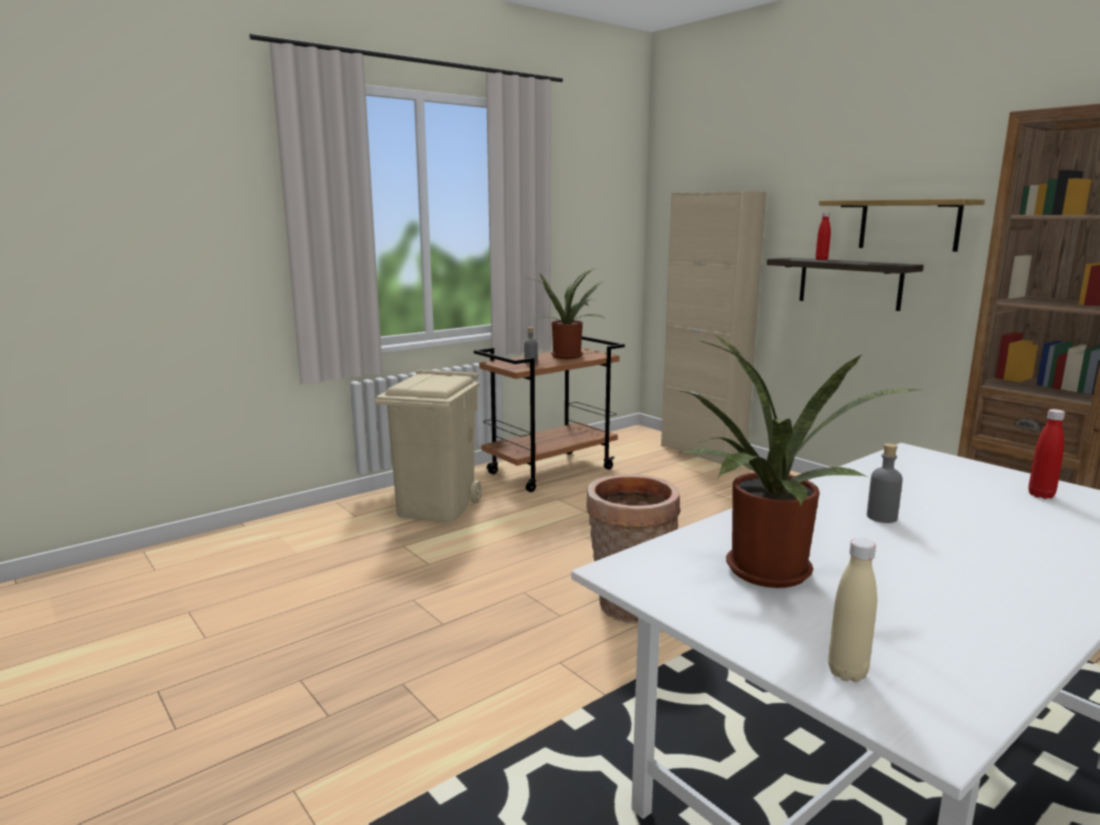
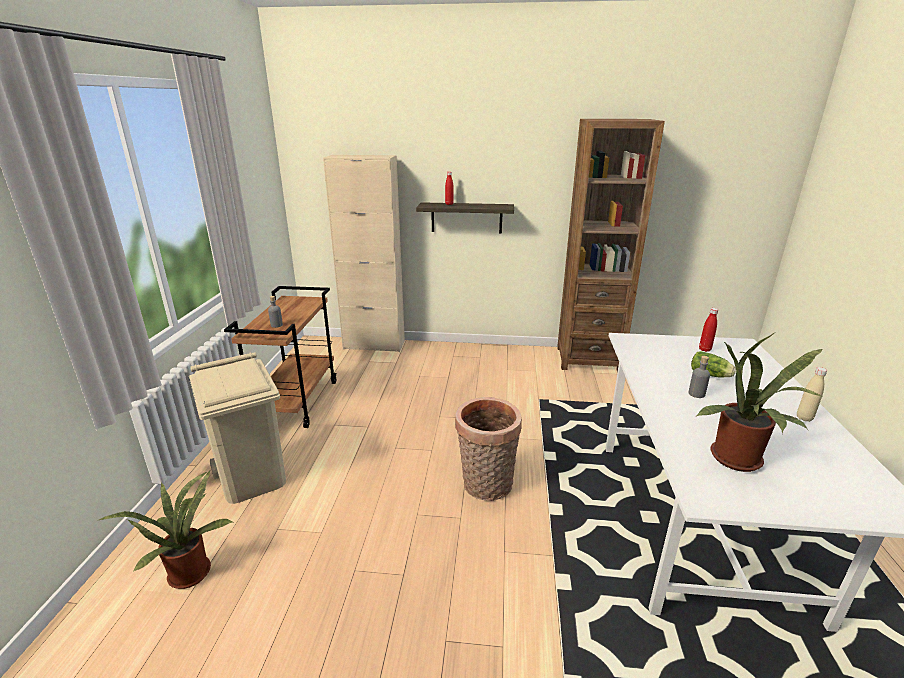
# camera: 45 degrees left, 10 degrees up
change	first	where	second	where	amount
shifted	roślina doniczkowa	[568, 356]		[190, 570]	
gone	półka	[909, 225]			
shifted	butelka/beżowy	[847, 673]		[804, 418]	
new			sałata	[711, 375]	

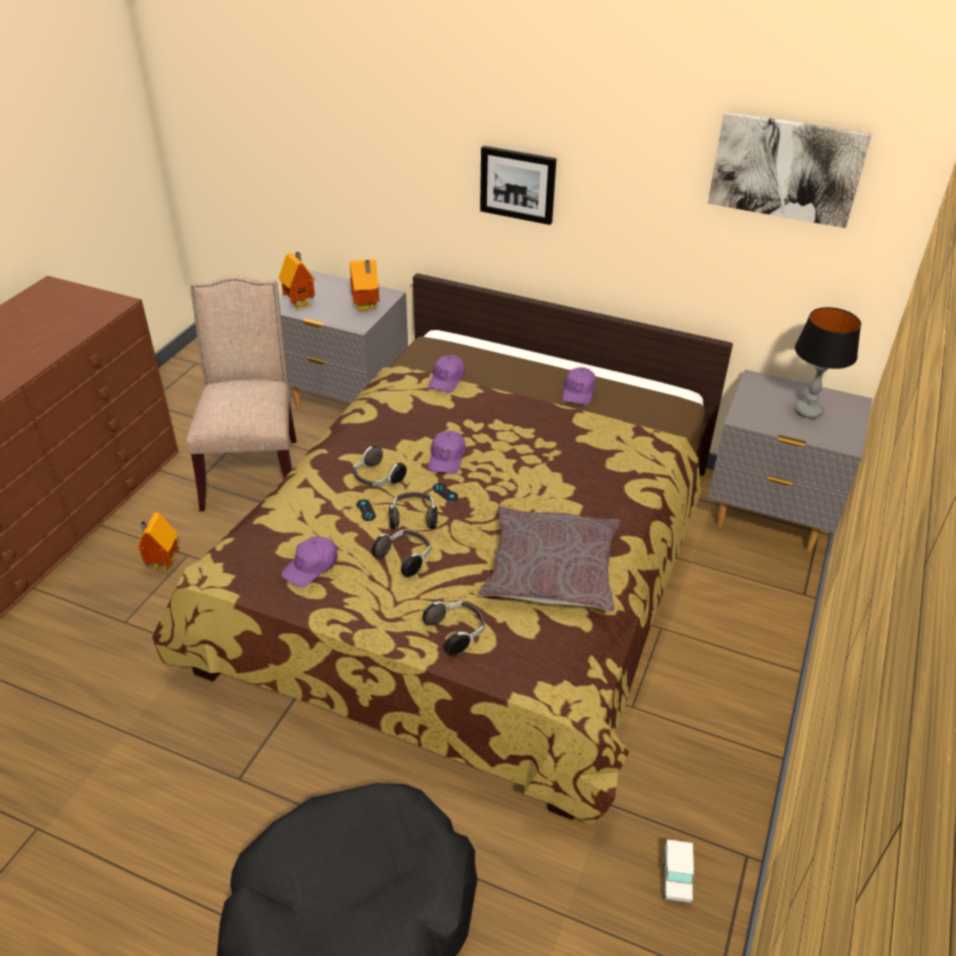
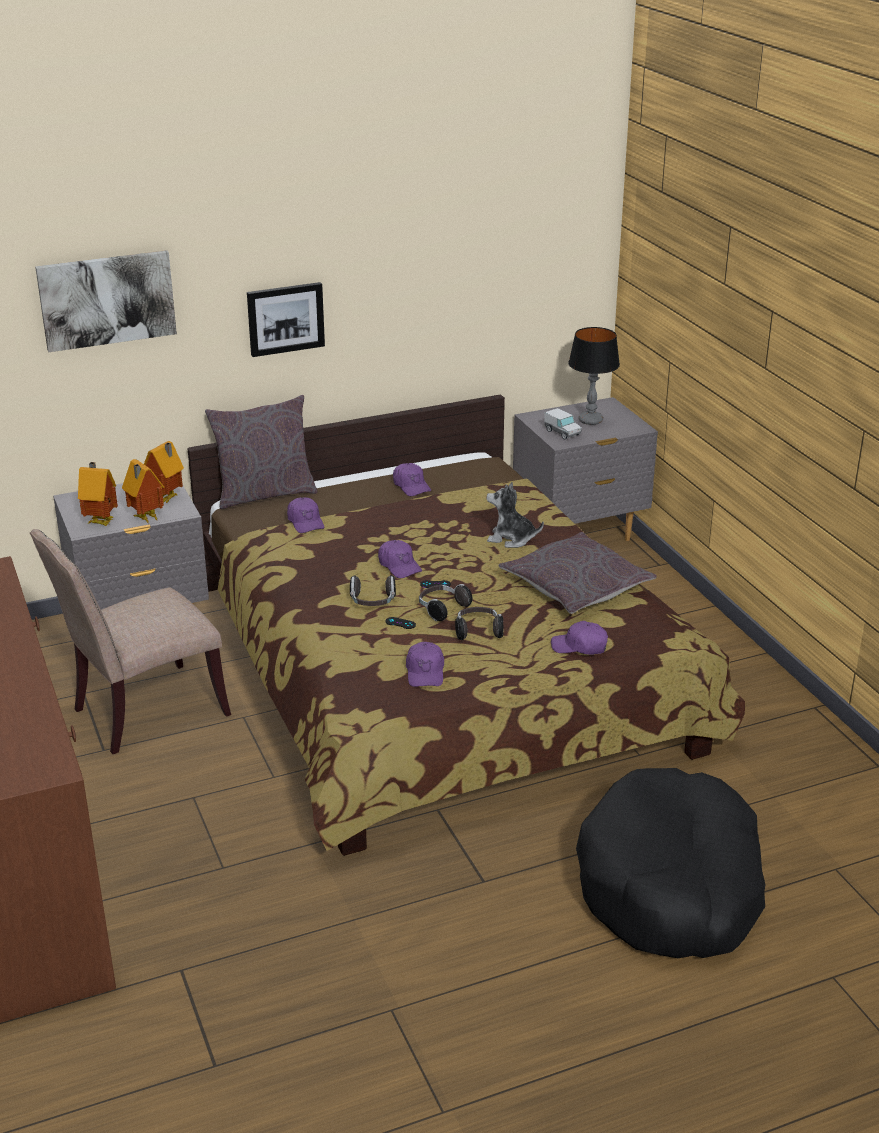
# camera: 45 degrees left, 10 degrees down
change	first	where	second	where	amount
shifted	domek	[162, 565]		[145, 518]	
rotated	krzesło/beżowy	[254, 470]		[144, 713]	75 degrees counterclockwise
swapped	słuchawki	[457, 632]	czapka z daszkiem/fioletowy	[579, 647]	
shifted	ciężarówka zabawkowa	[676, 879]		[562, 433]	
shifted	obraz	[786, 168]		[107, 300]	
new			poduszka/szary	[264, 494]	
new			pluszak	[511, 539]	

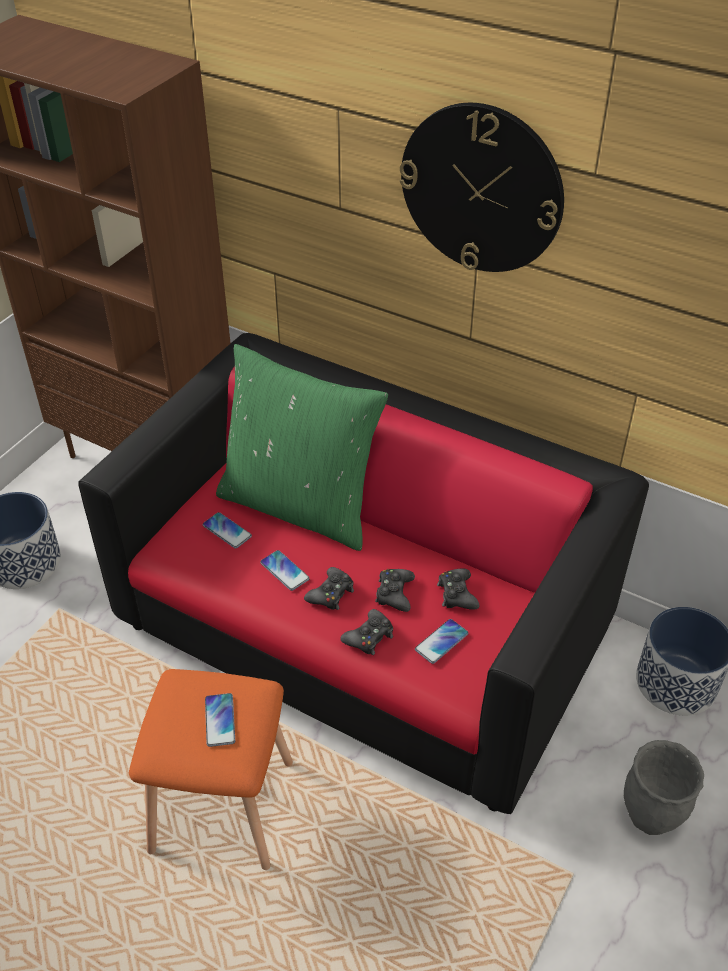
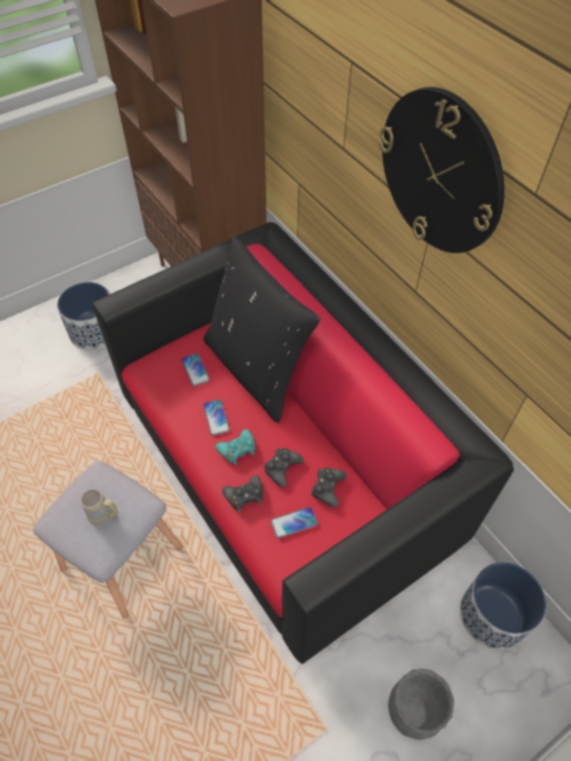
# camera: 25 degrees right, 10 degrees up
change	first	where	second	where	amount
repainted	stołek/pomarańczowy	[225, 805]	stołek/szary	[124, 558]	
swapped	telefon	[220, 720]	kubek/beżowy	[105, 517]	
repainted	poduszka/zielony	[300, 505]	poduszka/czarny	[256, 369]	
repainted	pad do gier/czarny	[331, 594]	pad do gier/turkusowy	[237, 449]	

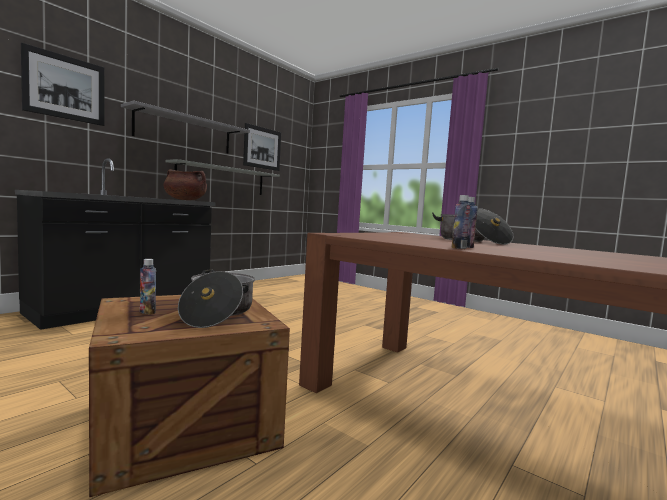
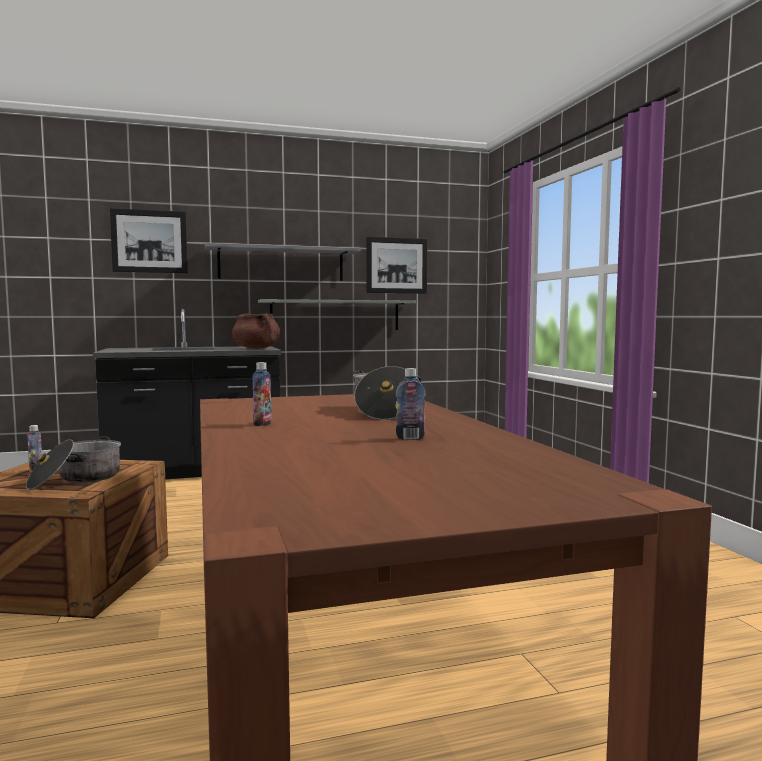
# camera: 35 degrees right, 0 degrees up
change	first	where	second	where	amount
shifted	butelka	[459, 248]		[410, 438]	

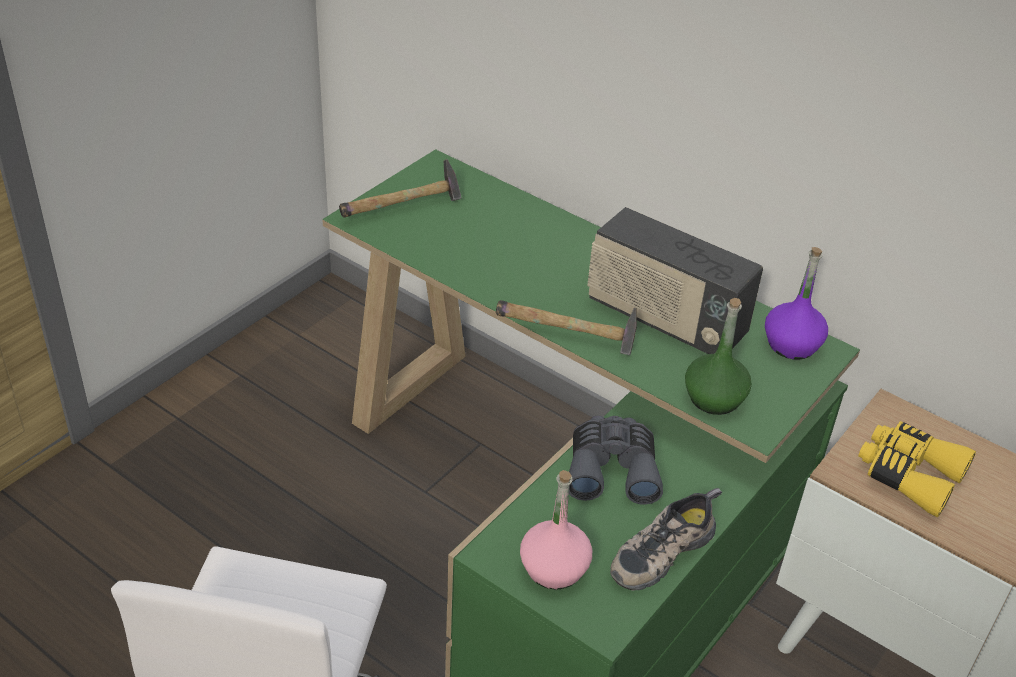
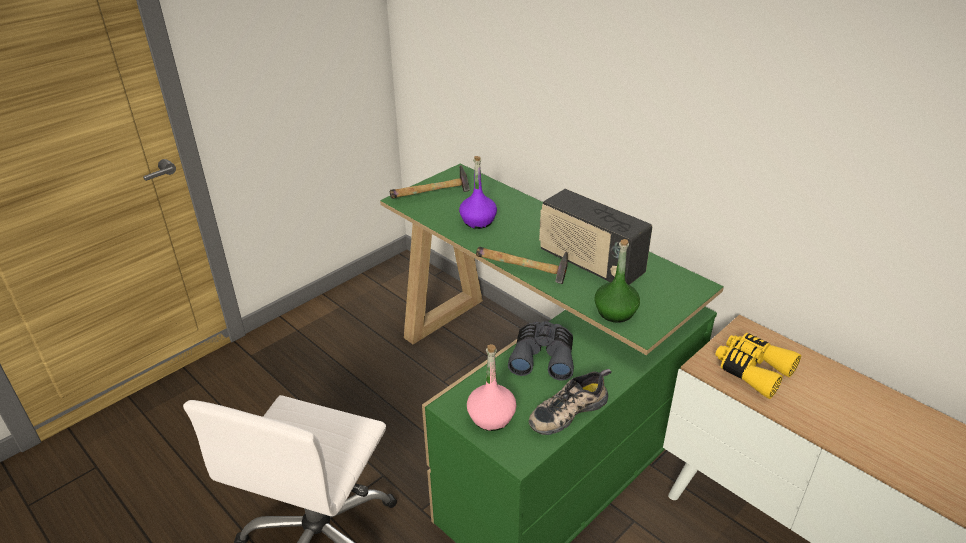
# camera: 10 degrees right, 5 degrees down
change	first	where	second	where	amount
shifted	butelka/fioletowy	[791, 344]		[478, 221]	

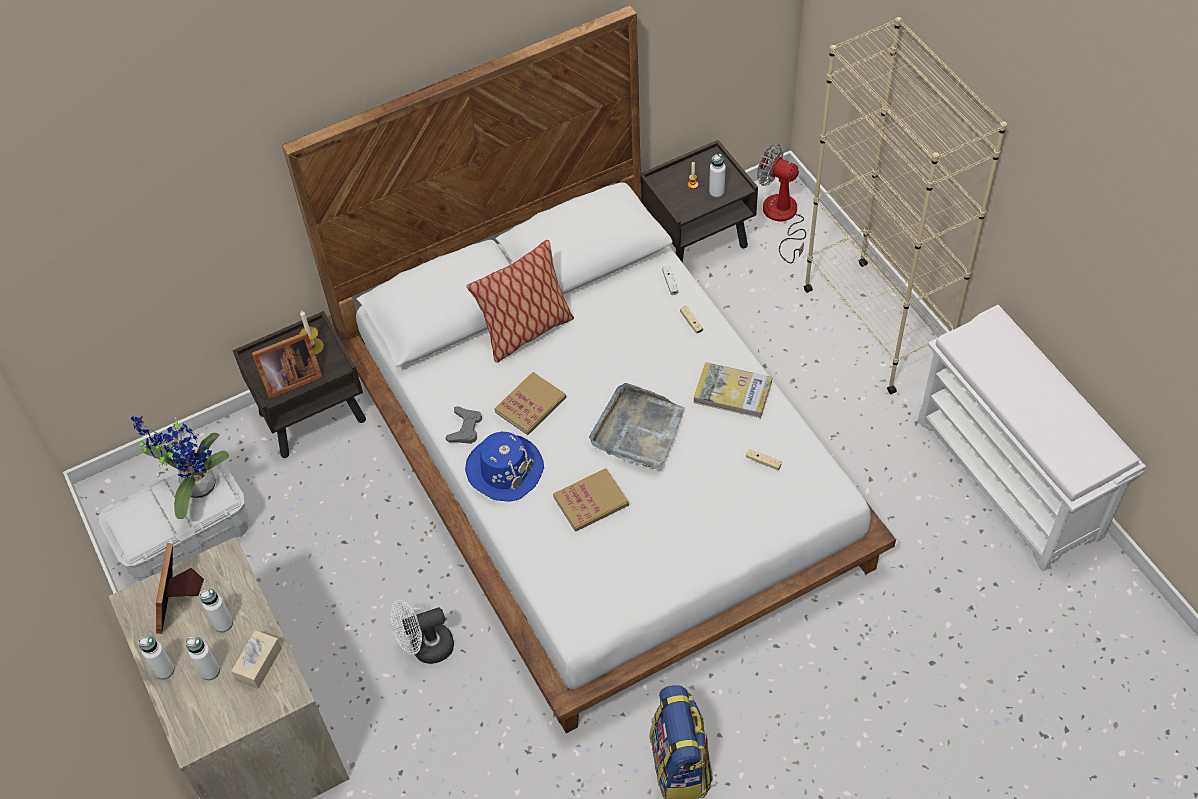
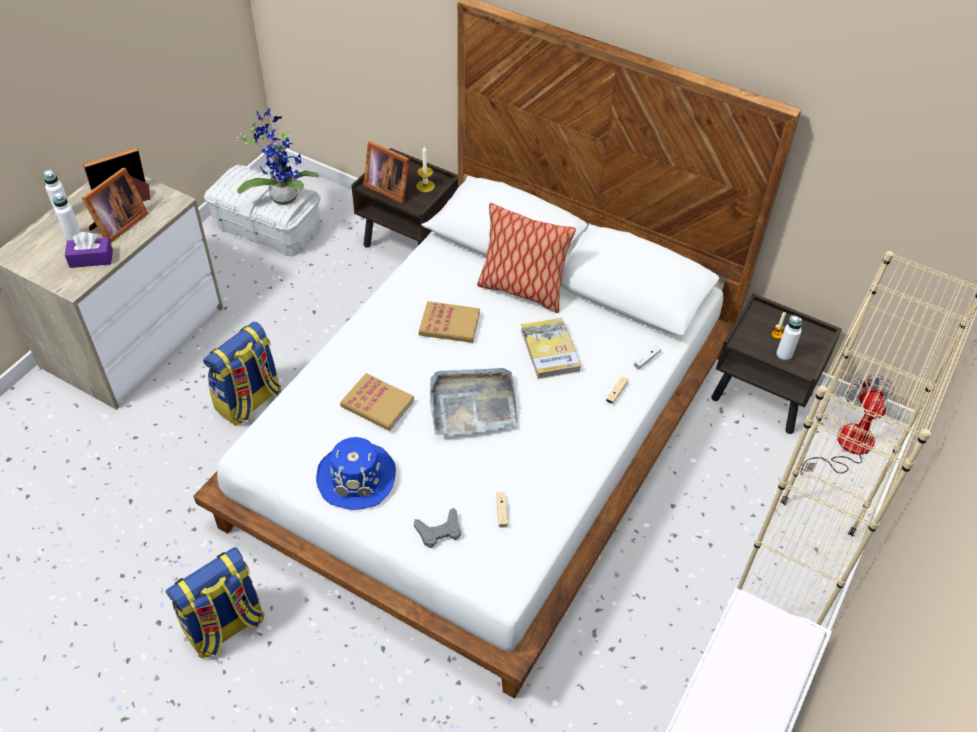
# camera: 55 degrees right, 5 degrees down
change	first	where	second	where	amount
swapped	butelka/biały	[223, 623]	ramka na zdjęcie	[117, 226]	
repainted	pudełko chusteczek/beżowy	[259, 664]	pudełko chusteczek/fioletowy	[91, 259]	
swapped	wentylator/biały	[425, 648]	plecak	[249, 402]	
shifted	pad do gier/szary	[465, 428]		[439, 531]	
shifted	kapelusz/niebieski	[504, 469]		[357, 477]	
shifted	książka	[732, 392]		[549, 350]	

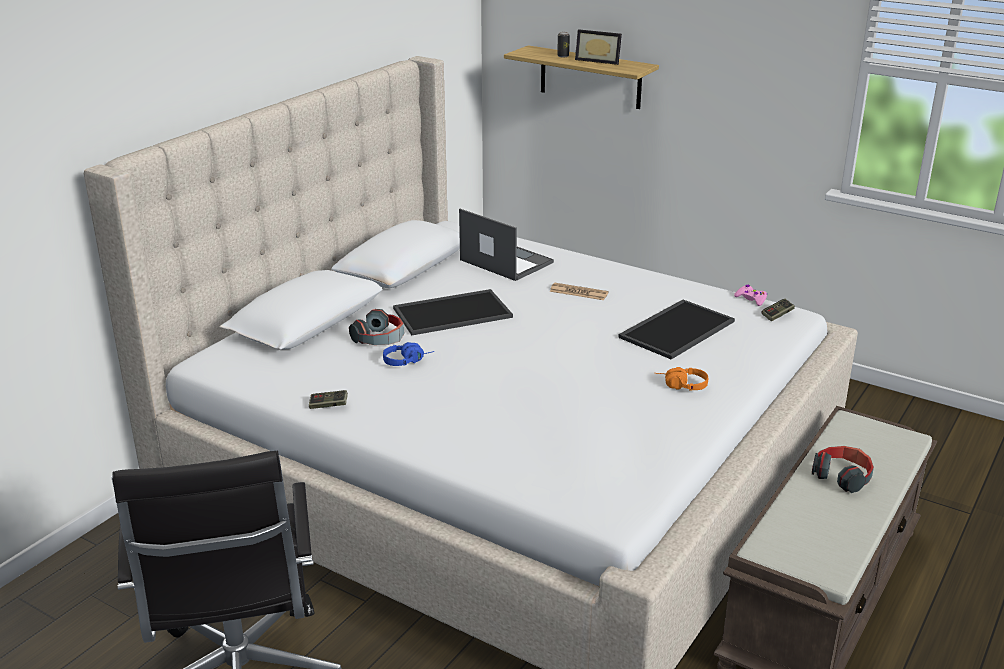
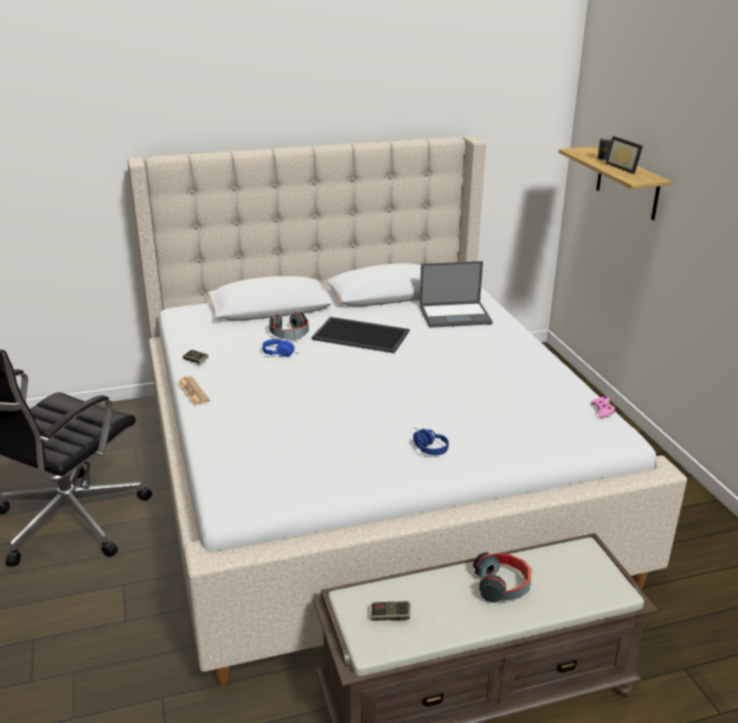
# camera: 40 degrees right, 0 degrees up
change	first	where	second	where	amount
rotated	laptop	[505, 261]		[455, 315]	90 degrees clockwise
shifted	gazeta	[578, 292]		[193, 392]	
gone	taca	[676, 328]			
repainted	słuchawki/pomarańczowy	[680, 386]	słuchawki/niebieski	[426, 447]	
shifted	pad do gier	[777, 315]		[390, 616]	

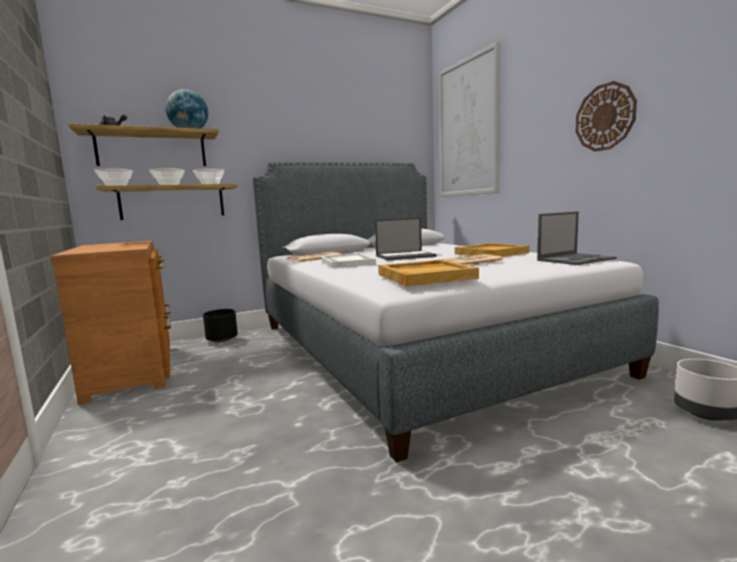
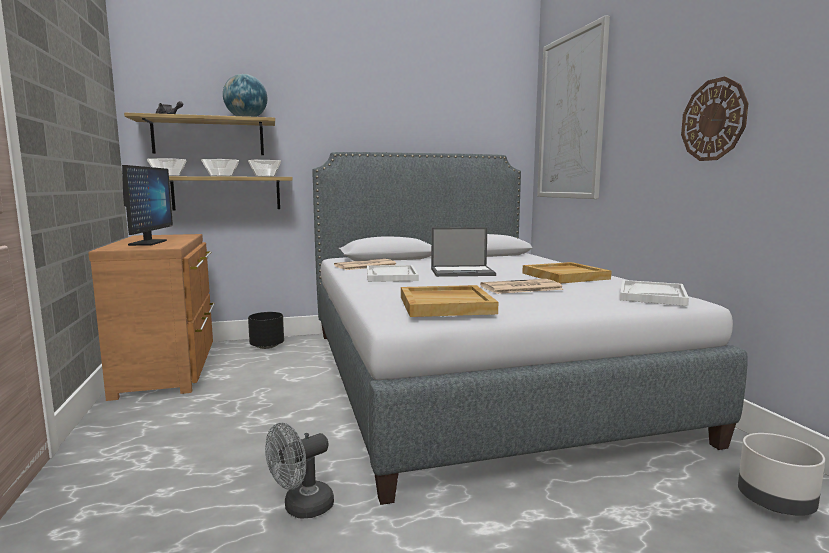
# camera: 10 degrees right, 0 degrees up
change	first	where	second	where	amount
swapped	laptop	[576, 259]	taca/biały	[652, 295]	
new			monitor	[148, 243]	
new			wentylator/szary	[301, 508]	

